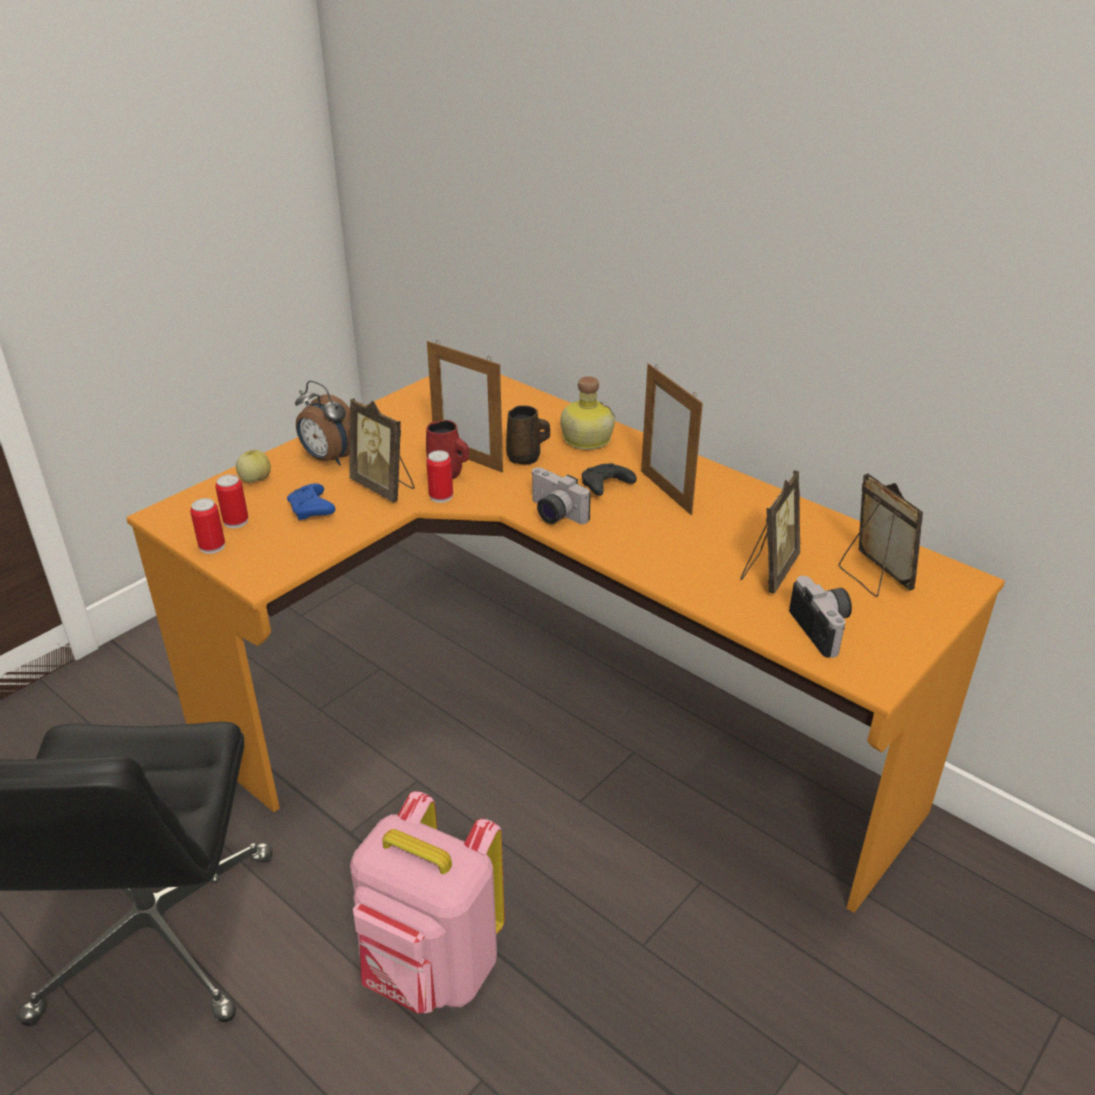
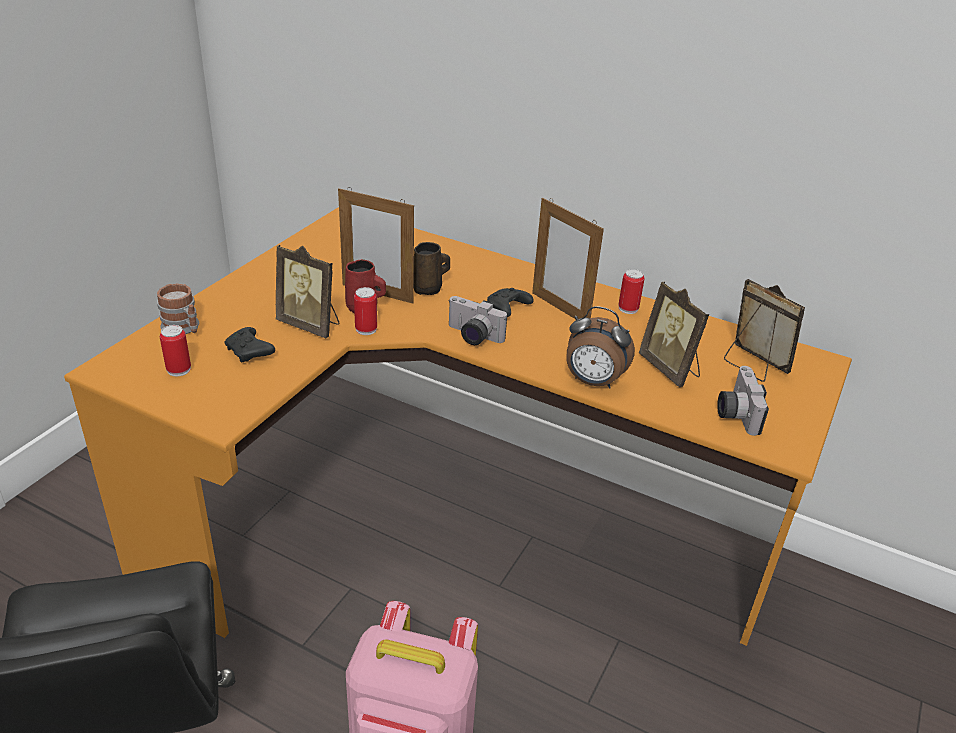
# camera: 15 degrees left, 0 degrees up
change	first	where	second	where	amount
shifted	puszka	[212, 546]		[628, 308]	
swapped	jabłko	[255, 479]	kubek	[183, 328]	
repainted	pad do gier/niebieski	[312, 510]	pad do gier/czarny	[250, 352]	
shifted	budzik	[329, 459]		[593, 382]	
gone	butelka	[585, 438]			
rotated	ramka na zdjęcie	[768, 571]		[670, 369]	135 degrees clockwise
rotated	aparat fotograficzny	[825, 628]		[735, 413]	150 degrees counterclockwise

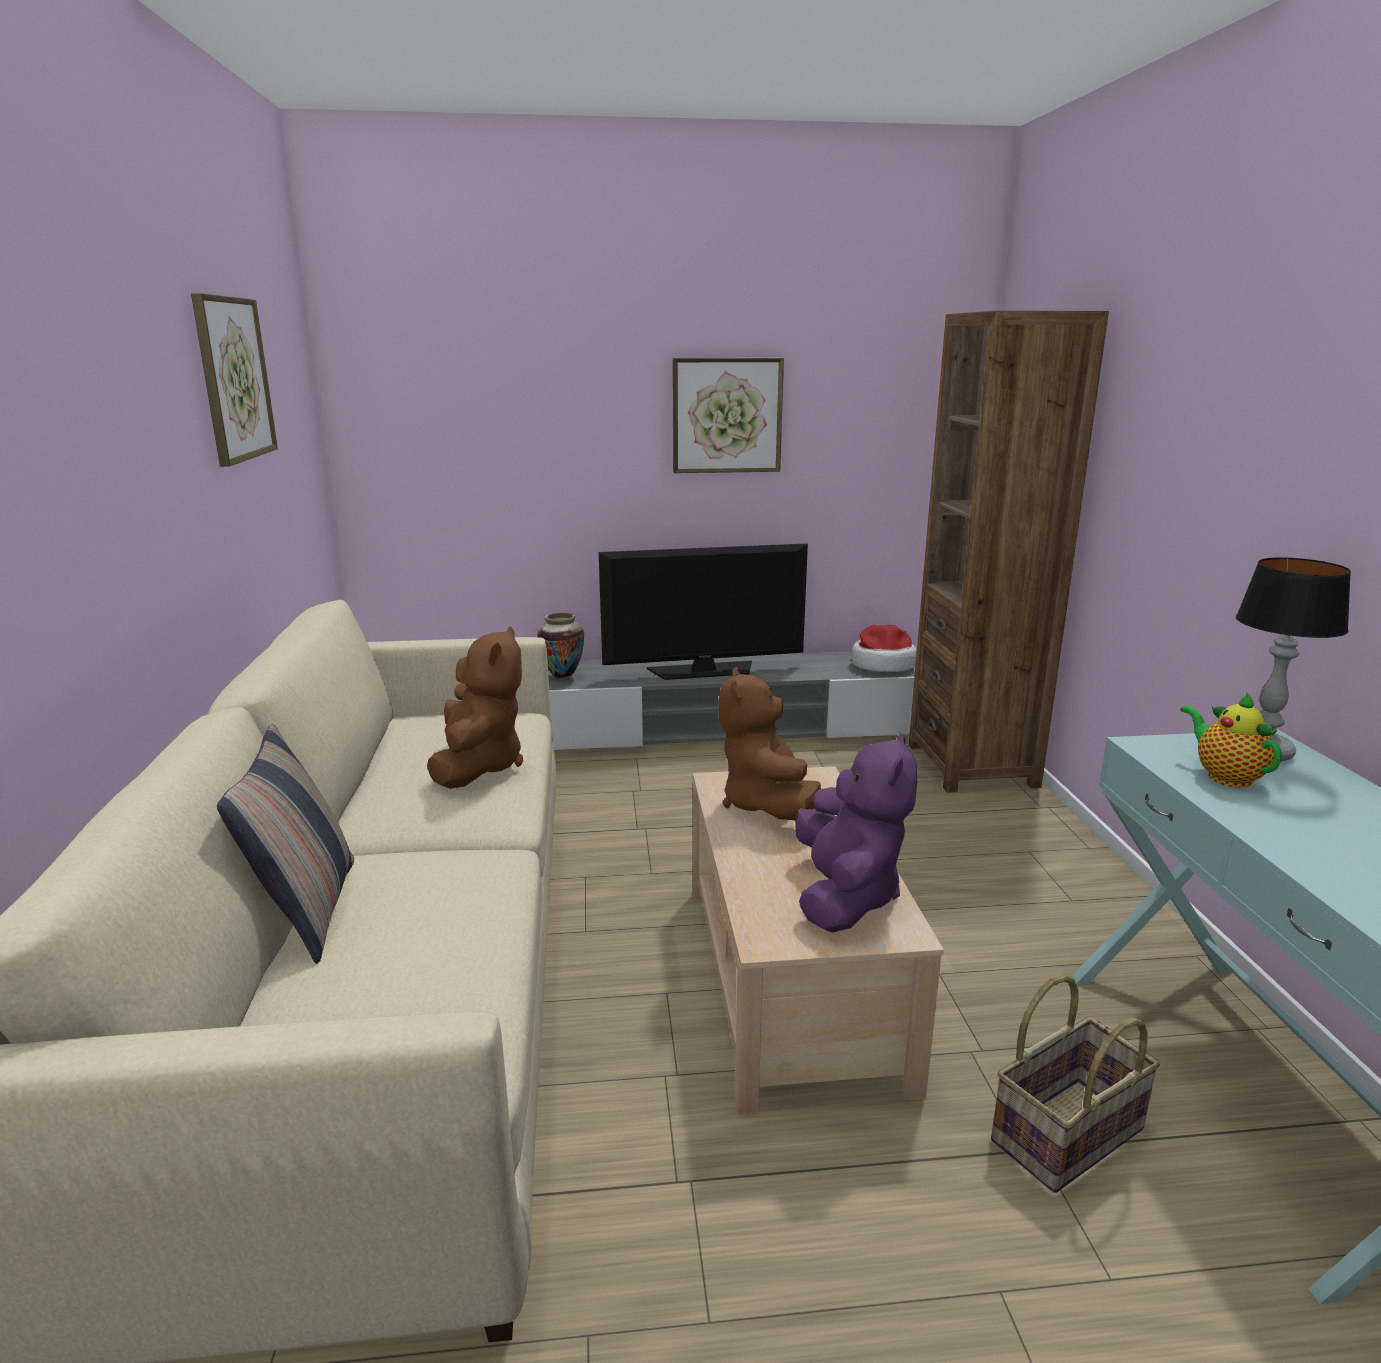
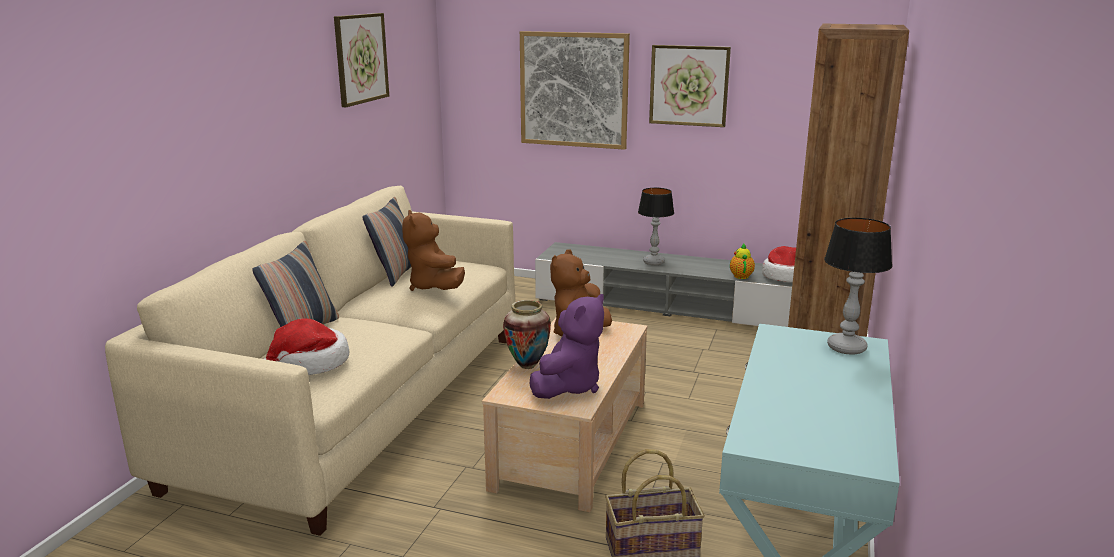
# camera: 25 degrees right, 0 degrees up
change	first	where	second	where	amount
rotated	pluszak/brązowy	[478, 766]		[434, 287]	135 degrees clockwise
shifted	wazon	[563, 678]		[527, 366]	
swapped	telewizor	[703, 671]	lampa stołowa	[654, 262]	
shifted	imbryk	[1225, 776]		[741, 275]	
new			kapelusz	[310, 363]	
new			poduszka	[396, 273]	
new			obraz	[574, 90]	

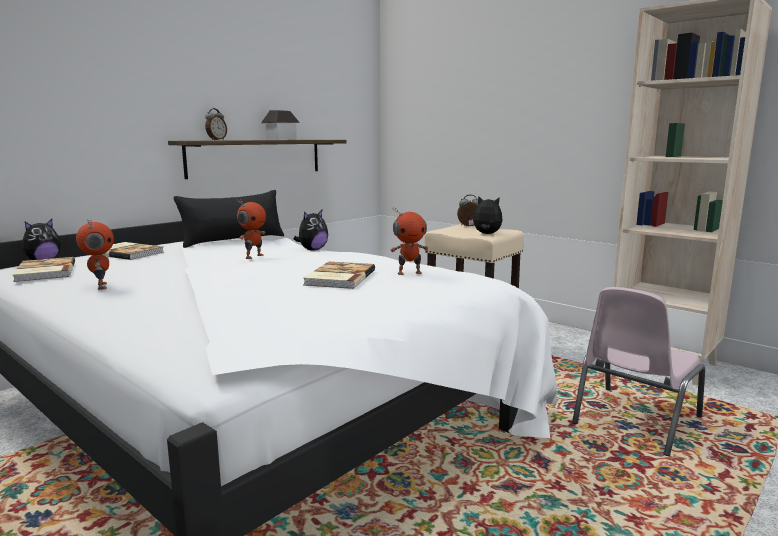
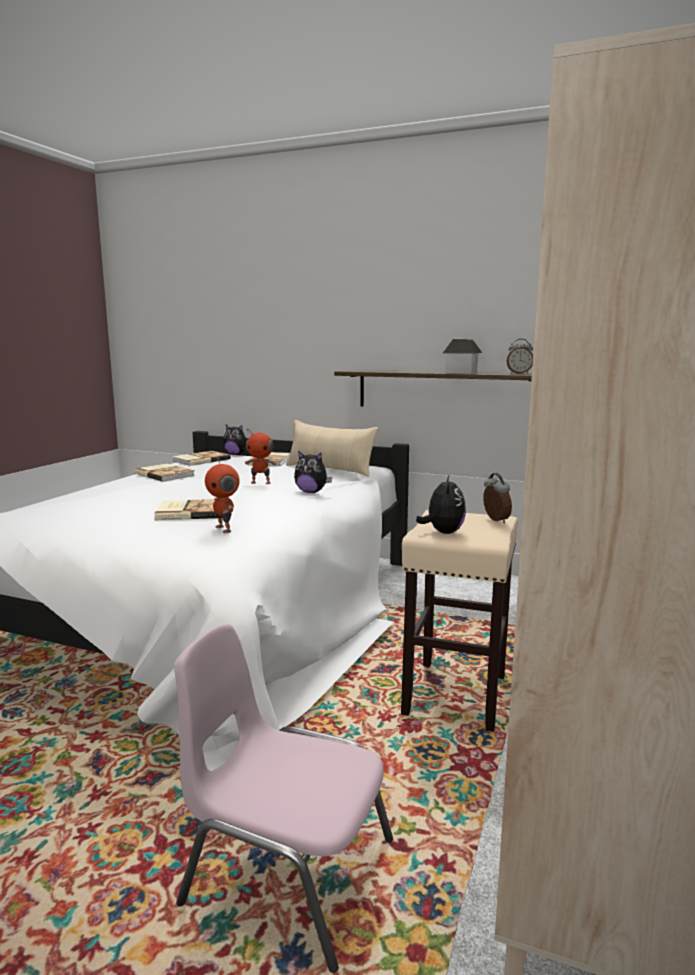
# camera: 70 degrees right, 0 degrees up
change	first	where	second	where	amount
swapped	robot zabawkowy	[100, 286]	książka	[165, 474]	
repainted	poduszka/czarny	[233, 240]	poduszka/beżowy	[330, 469]	
shifted	budzik	[216, 140]		[519, 373]	

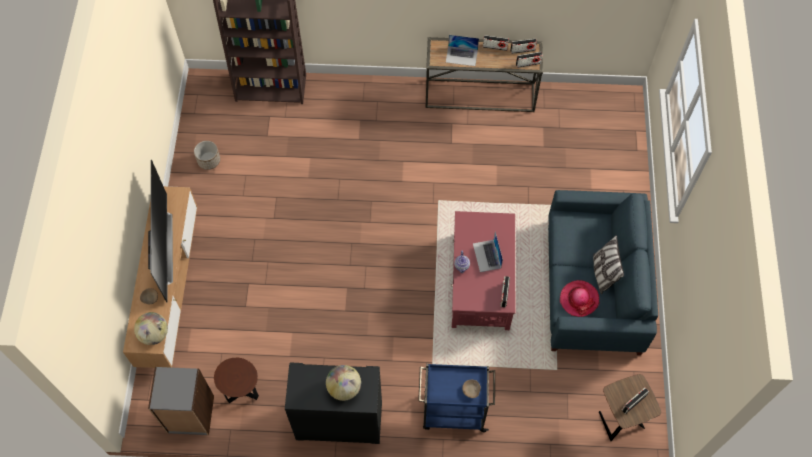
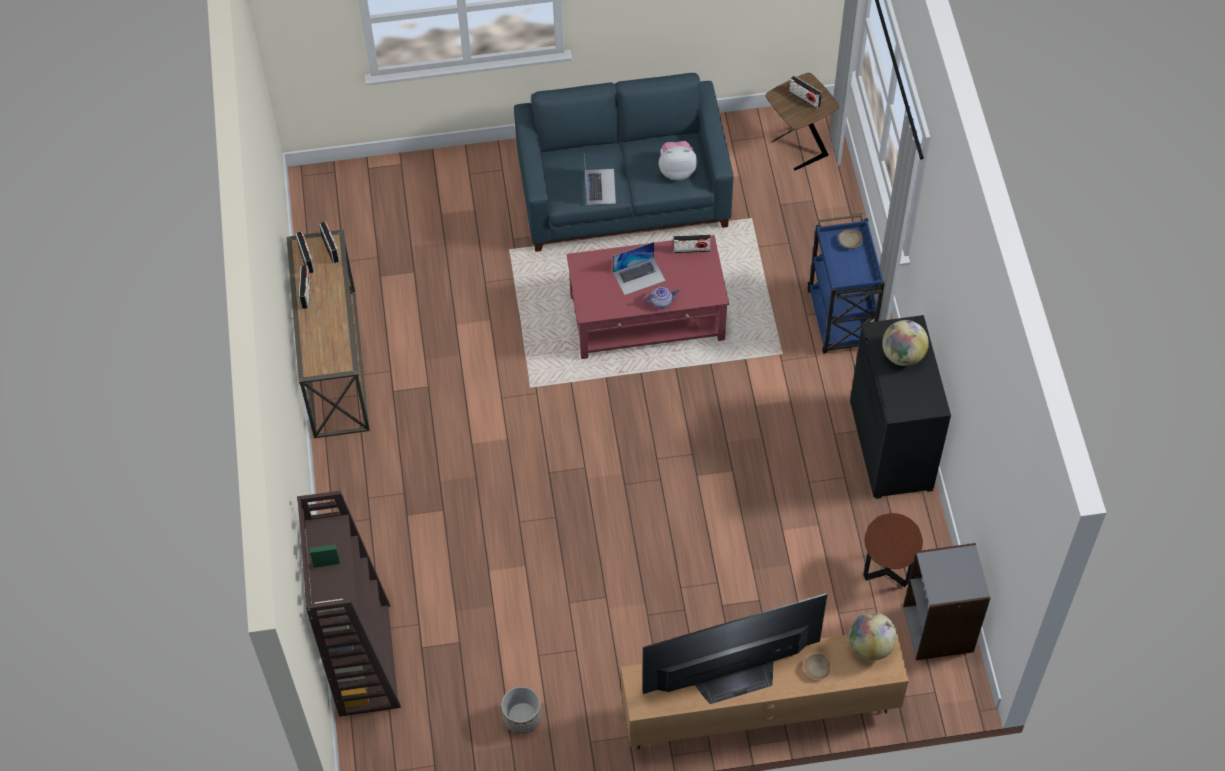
# camera: 100 degrees left, 5 degrees down
change	first	where	second	where	amount
shifted	laptop	[461, 56]		[600, 186]	
swapped	kapelusz	[579, 299]	pluszak	[677, 170]	
gone	poduszka	[603, 273]			

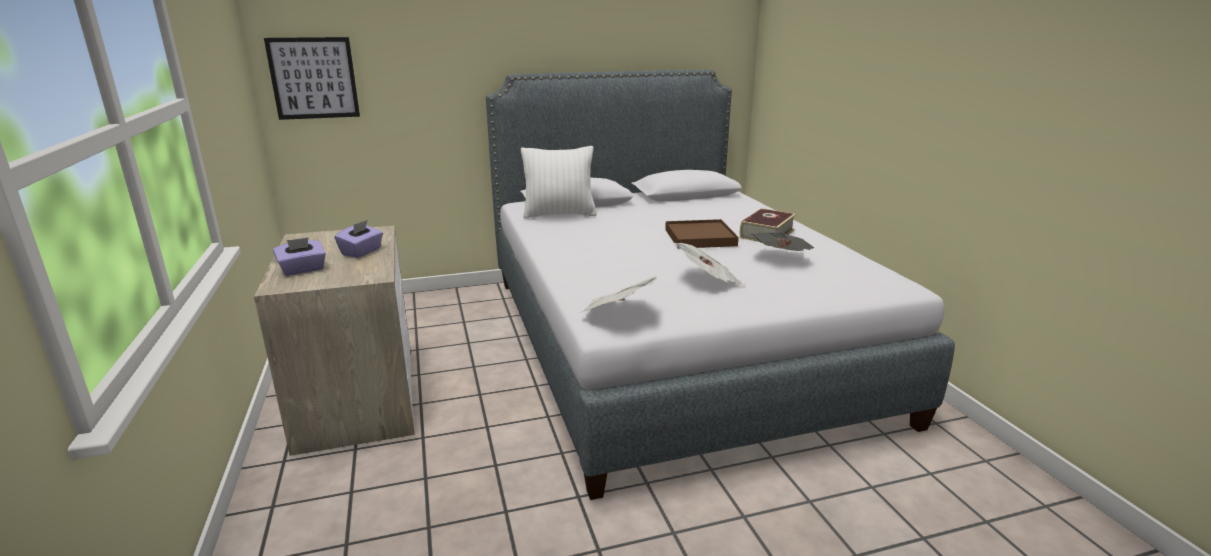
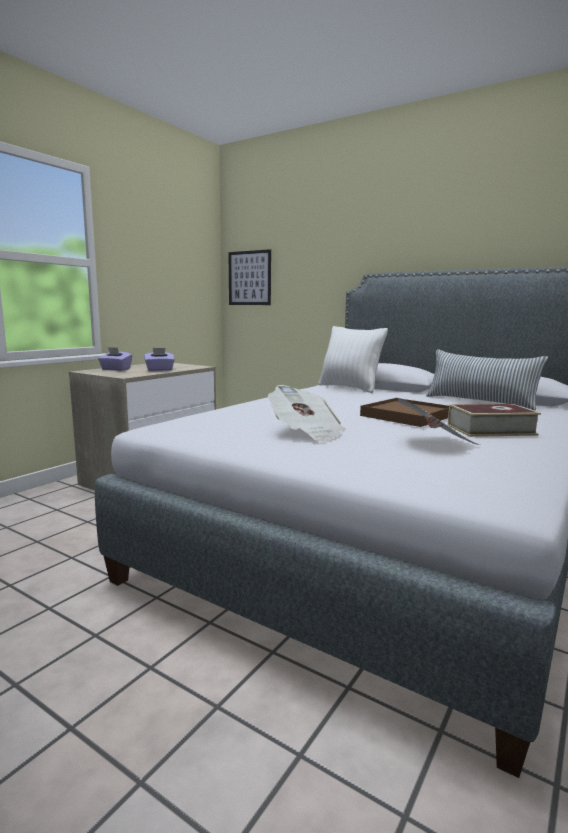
# camera: 50 degrees right, 10 degrees down
change	first	where	second	where	amount
gone	gazeta	[618, 313]			
new			poduszka	[480, 402]	

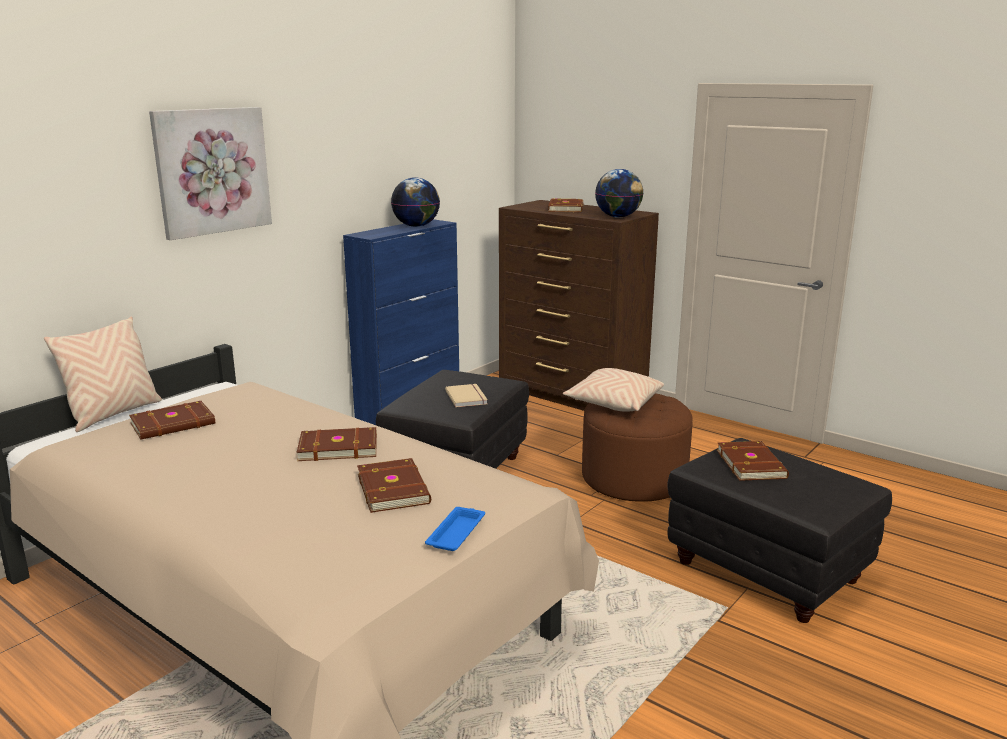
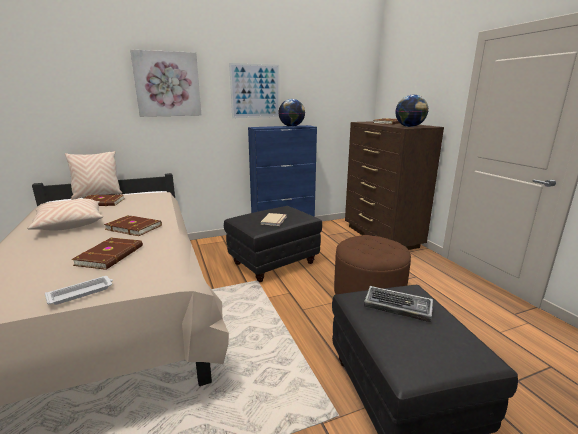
# camera: 30 degrees right, 0 degrees up
change	first	where	second	where	amount
repainted	taca/niebieski	[457, 532]	taca/biały	[82, 293]	
shifted	poduszka/beżowy	[613, 403]		[70, 224]	
swapped	książka/brązowy	[752, 464]	klawiatura	[398, 307]	
new			obraz	[255, 91]	

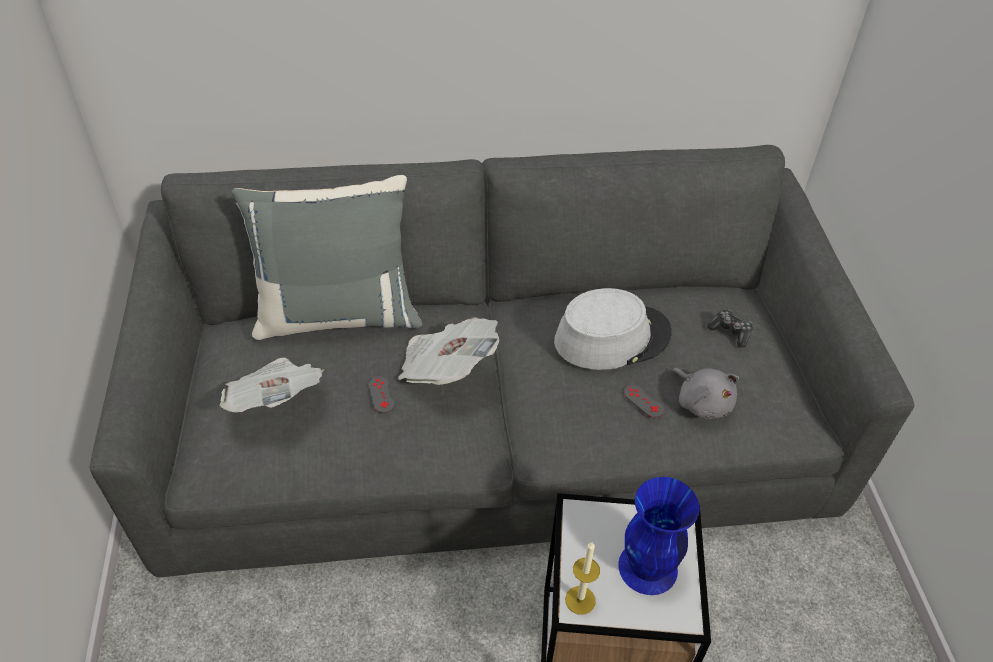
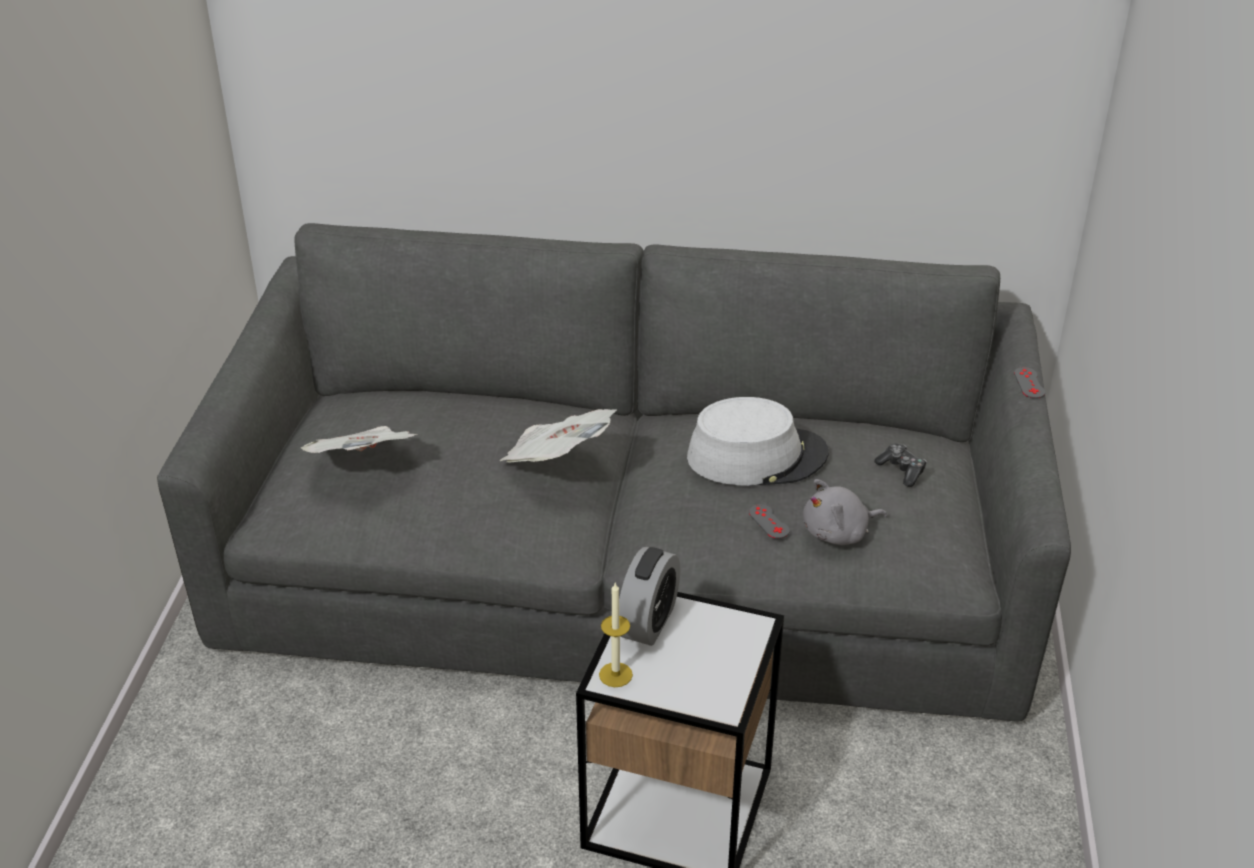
# camera: 15 degrees right, 10 degrees down
change	first	where	second	where	amount
gone	poduszka/szary	[337, 314]			
shifted	pad do gier/szary	[381, 394]		[1029, 383]	
gone	wazon/niebieski	[647, 568]			
rotated	pluszak/szary	[702, 402]		[839, 533]	90 degrees clockwise
new			budzik	[648, 622]	

